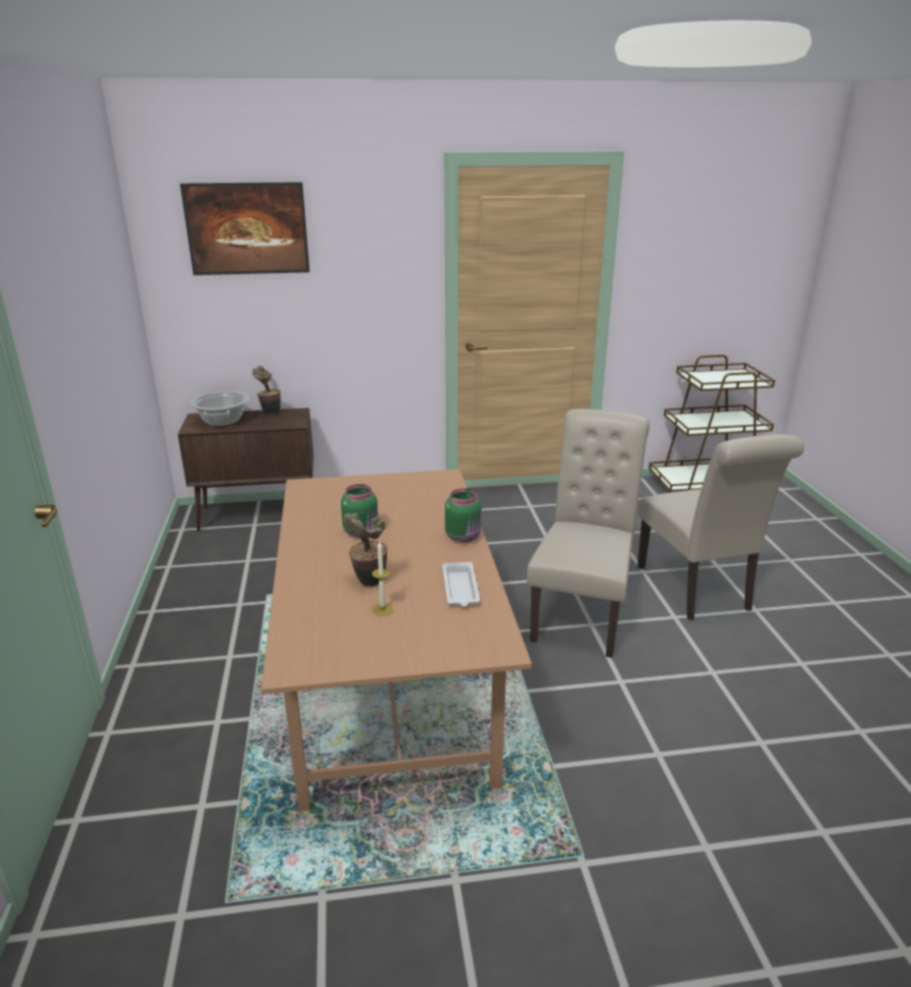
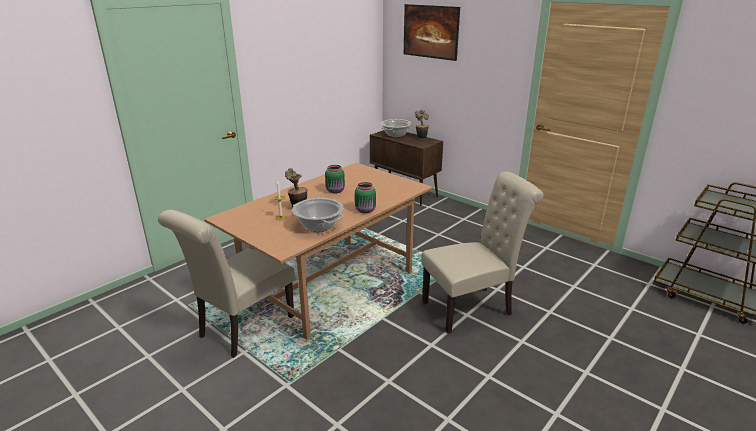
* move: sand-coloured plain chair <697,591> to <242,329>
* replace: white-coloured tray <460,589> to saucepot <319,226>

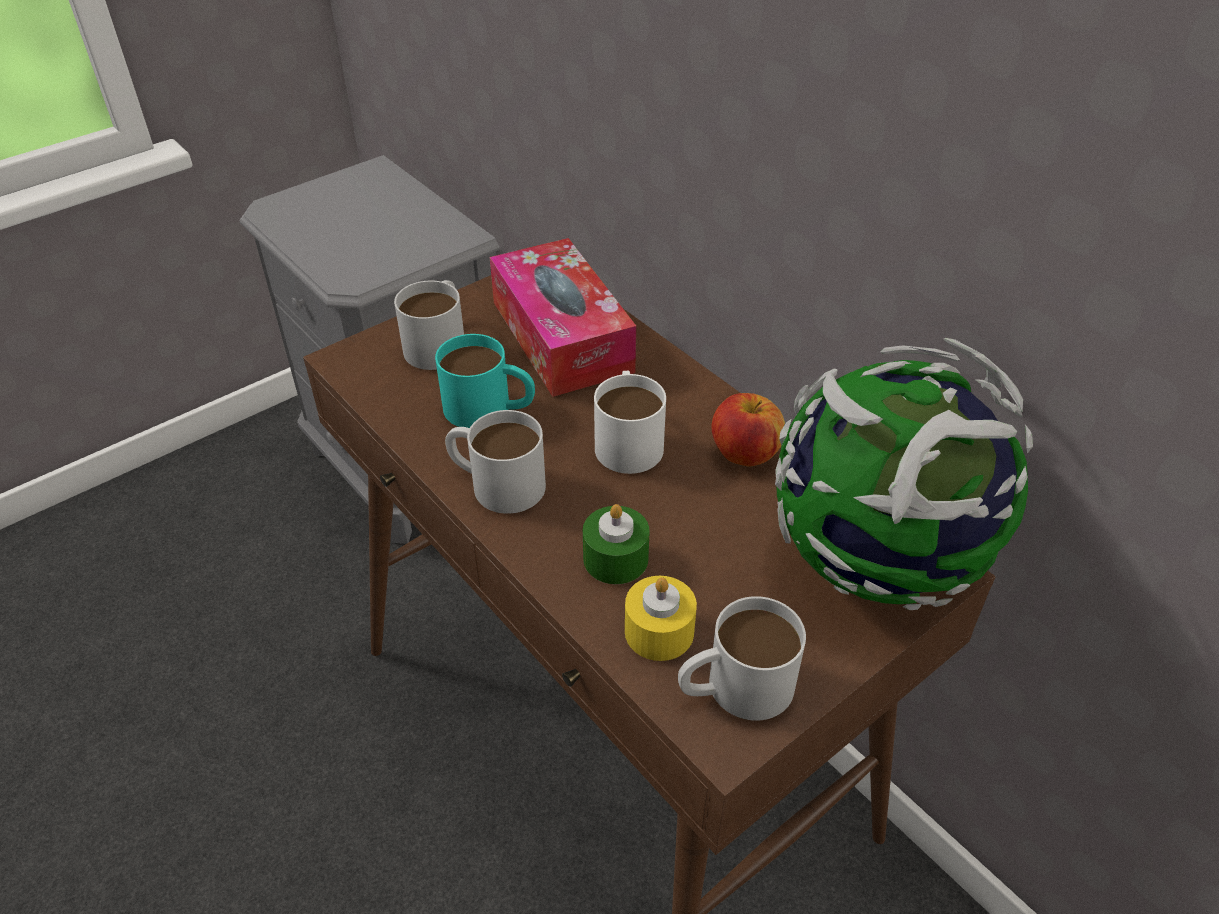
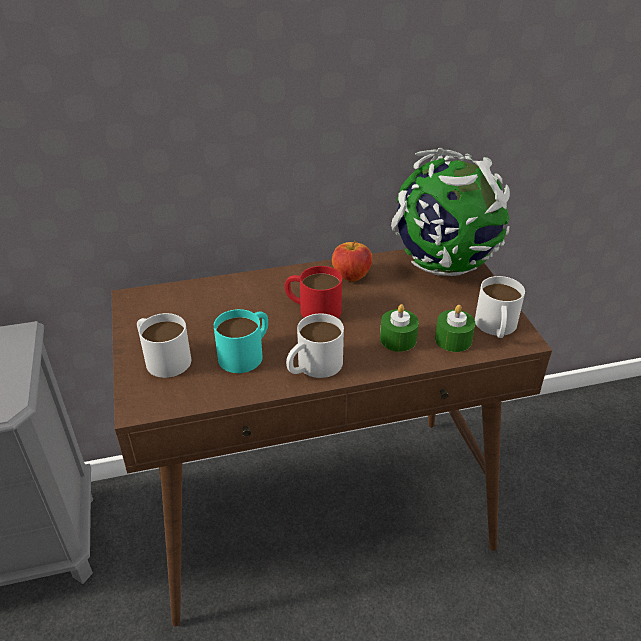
* delete: tissue holder <561,336>
* recolor: white-coloured tea mug <628,438> to red-coloured tea mug <312,309>
* recolor: yellow-coloured wax candle <659,631> to green-coloured wax candle <453,339>

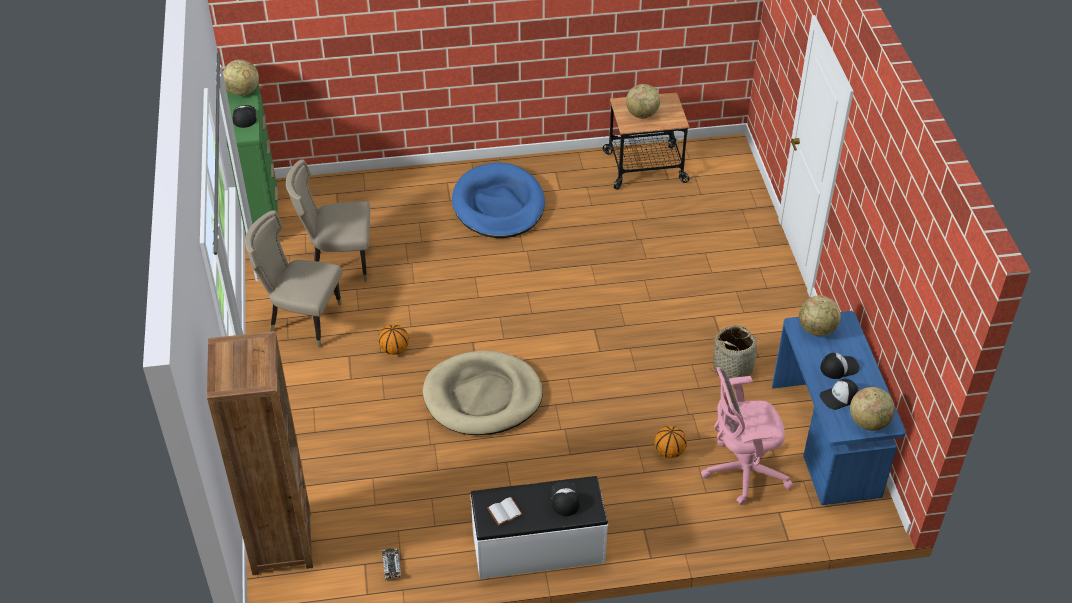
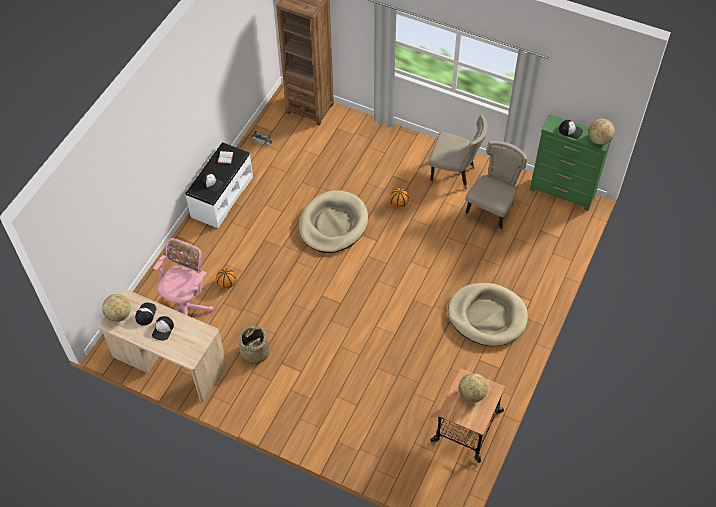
* recolor: blue pet bed <498,205> to sand-coloured pet bed <487,316>
* rotate: sand-coloured plain chair <302,319> = <454,174> 60 degrees clockwise
* delete: desk globe <816,330>
* recolor: blue desk <827,440> to sand-coloured desk <169,362>

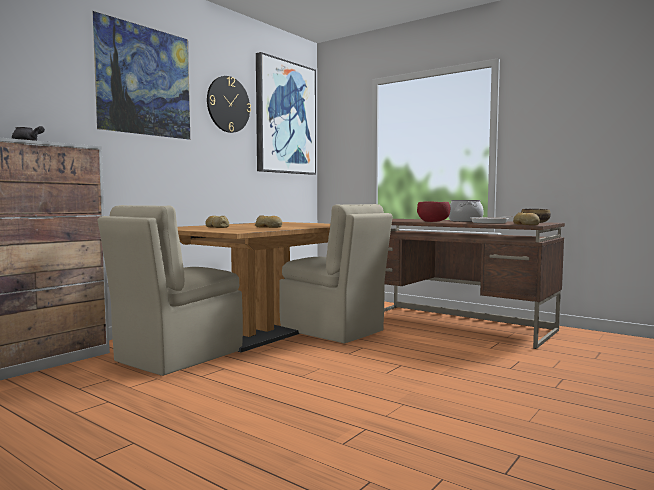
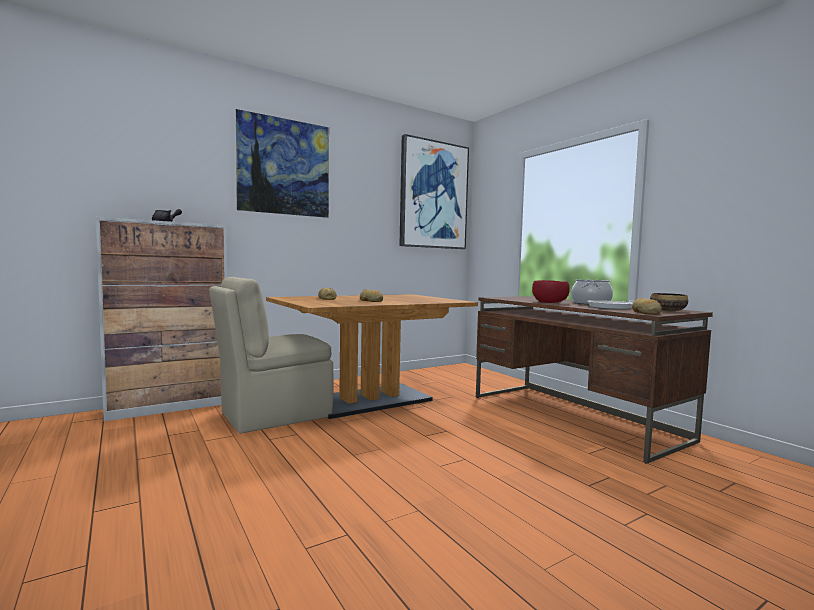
* delete: wall clock <228,104>
* delete: sand-coloured plain chair <333,331>

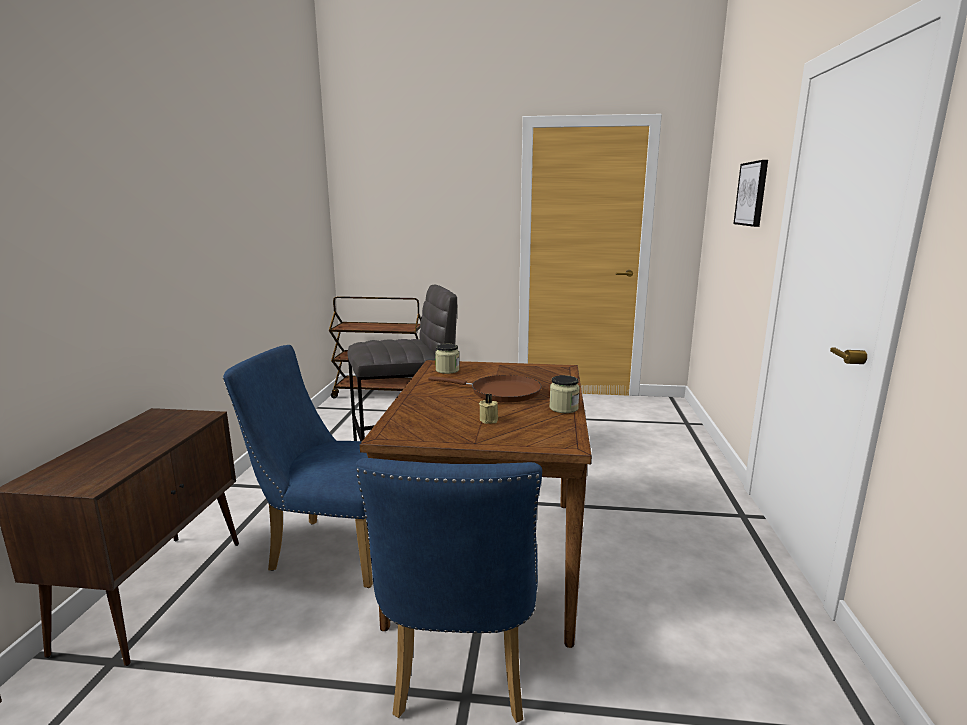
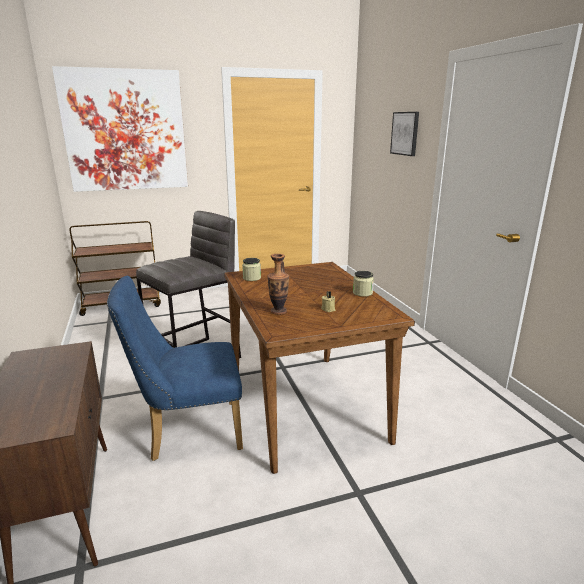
* delete: brown-coloured skillet <500,392>
* delete: blue plain chair <461,671>
* insert: wall art <125,131>
* insert: flower vase <278,311>

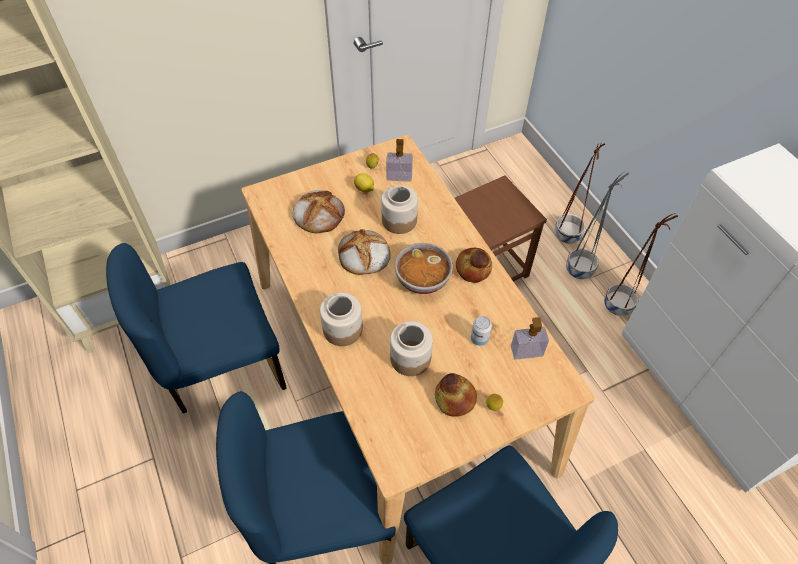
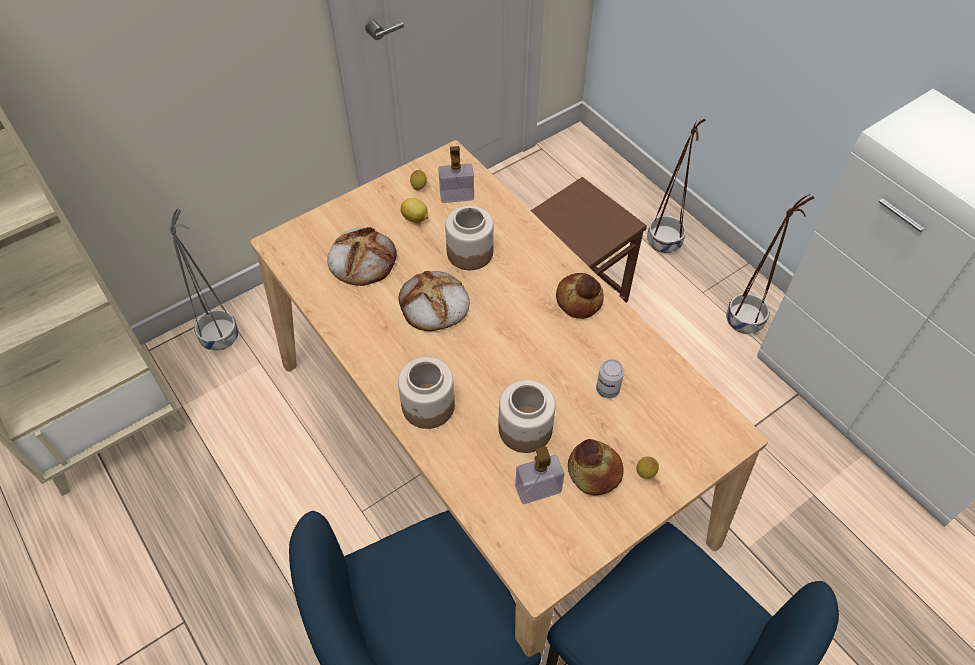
* move: grey plant pot <580,269> to <221,337>
* delete: blue plain chair <222,366>
* delete: deep dish <422,280>
* move: soap bottle <526,351> to <538,489>

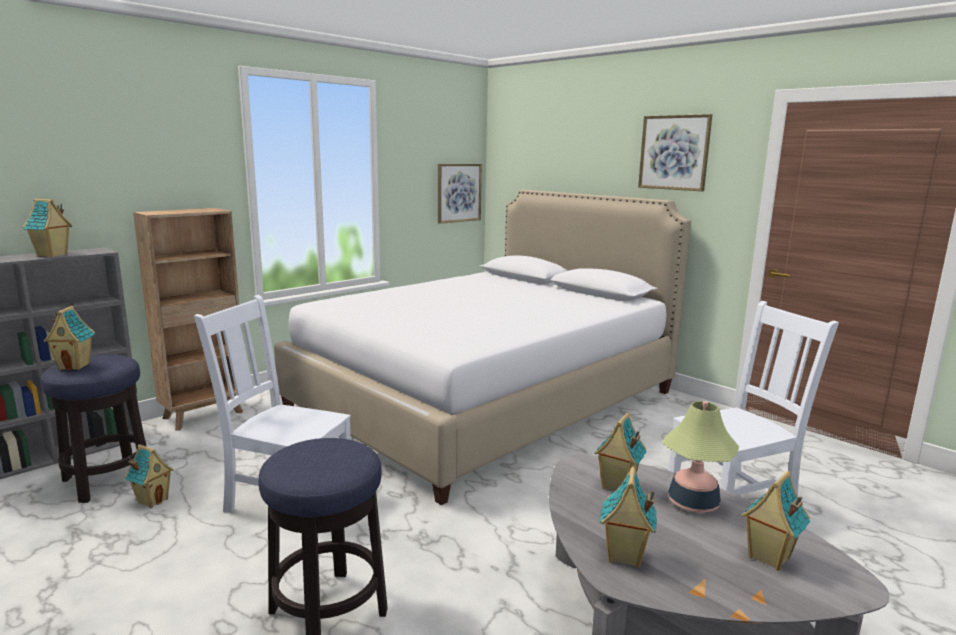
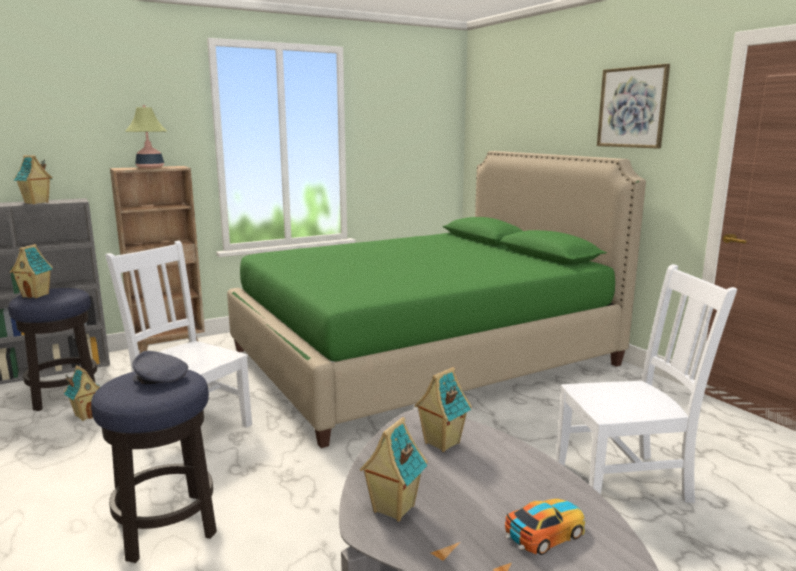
* delete: wall art <458,193>
* recolor: white-coloured bedroom bed <485,400> to green-coloured bedroom bed <422,357>
* move: tabletop lamp <693,503> to <150,167>
* replace: model house <768,558> to toy car <545,533>
* insert: grey peaked cap <159,379>

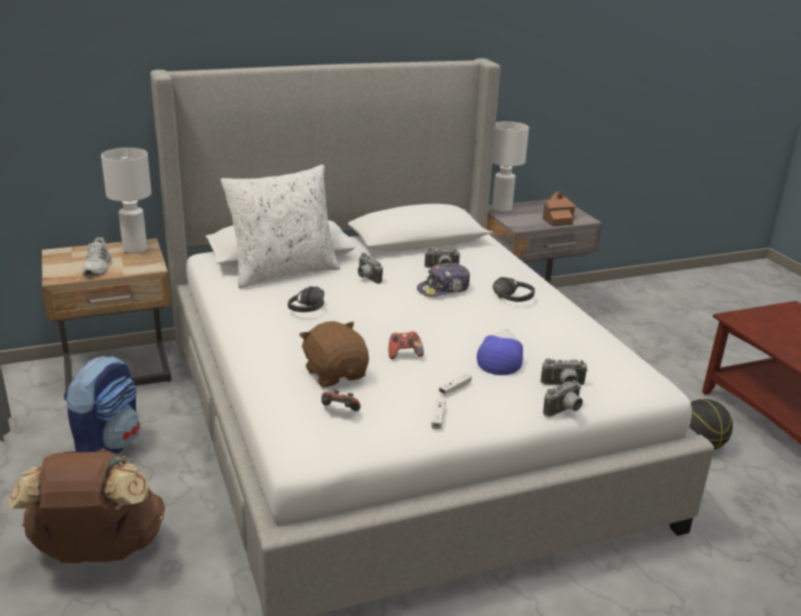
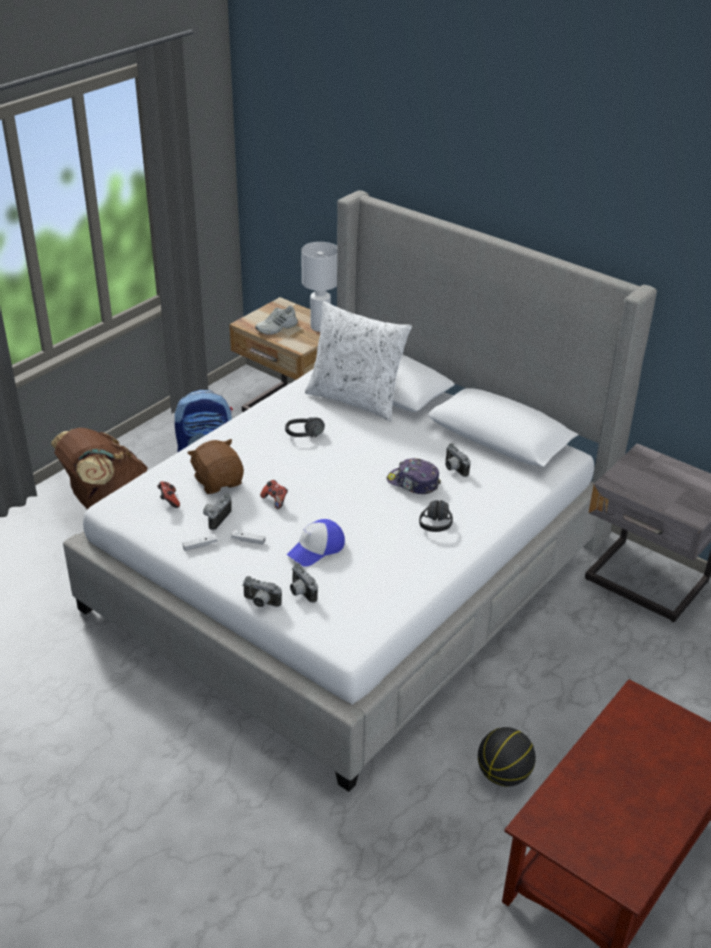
* delete: white-coloured tabletop lamp <501,209>
* delete: model house <557,218>
* move: photo camera <366,278> to <216,518>
* rotate: brown-coloured cuddly toy <336,374> = <218,481> 60 degrees counterclockwise
* rotate: peaked cap <501,358> = <316,549> 150 degrees clockwise

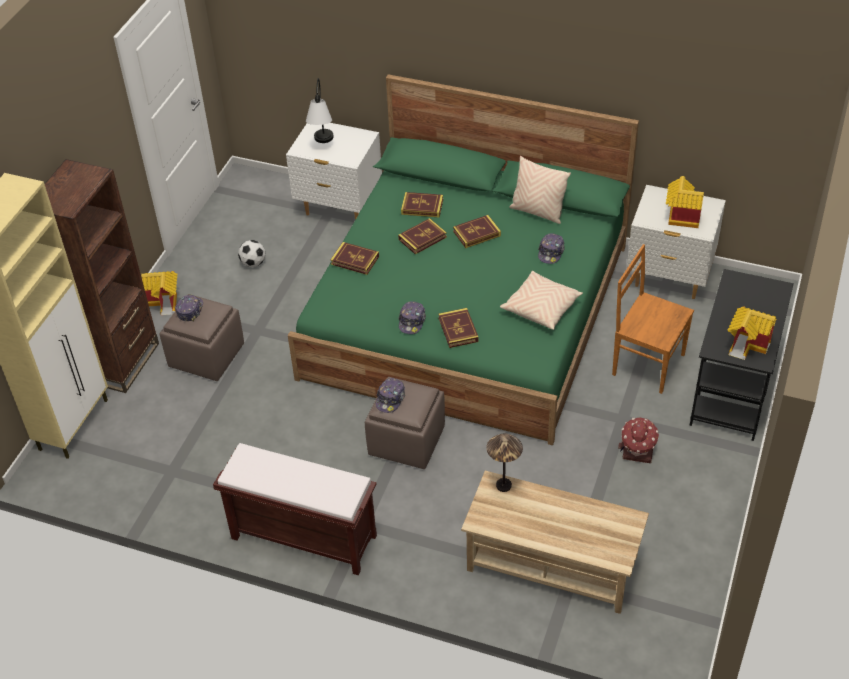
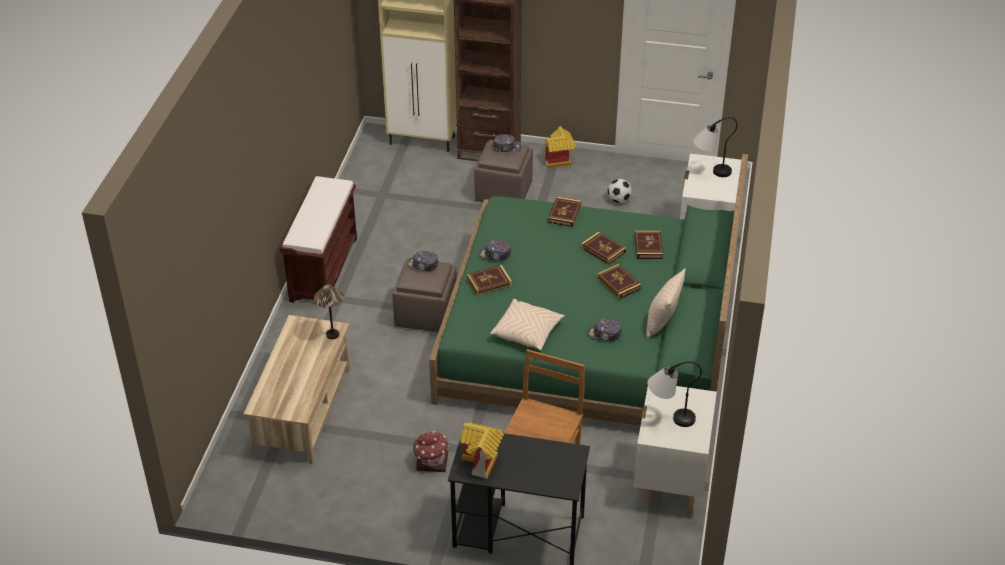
* replace: model house <679,218> to tabletop lamp <668,417>

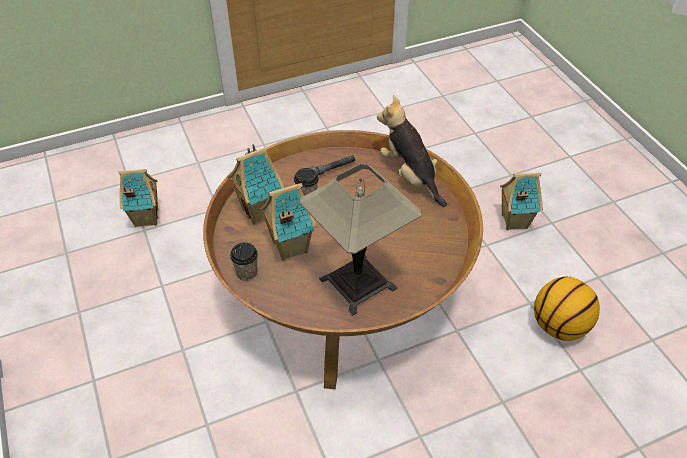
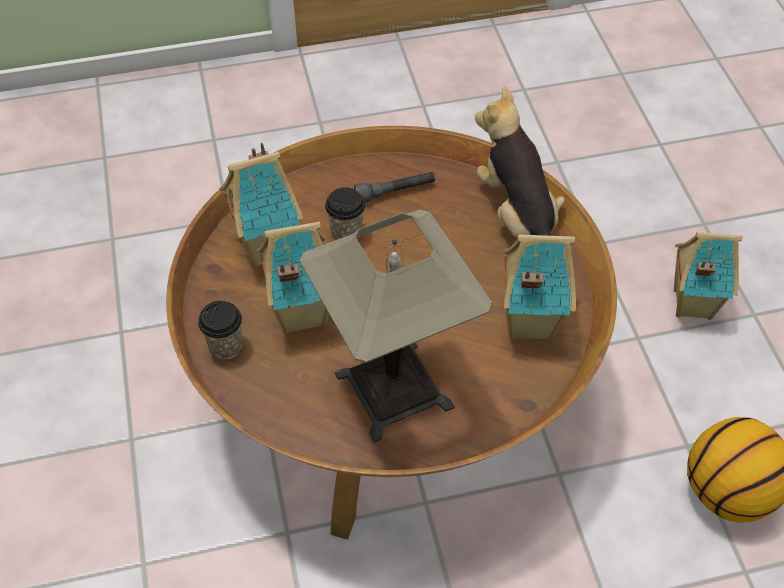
* move: model house <145,218> to <528,321>

